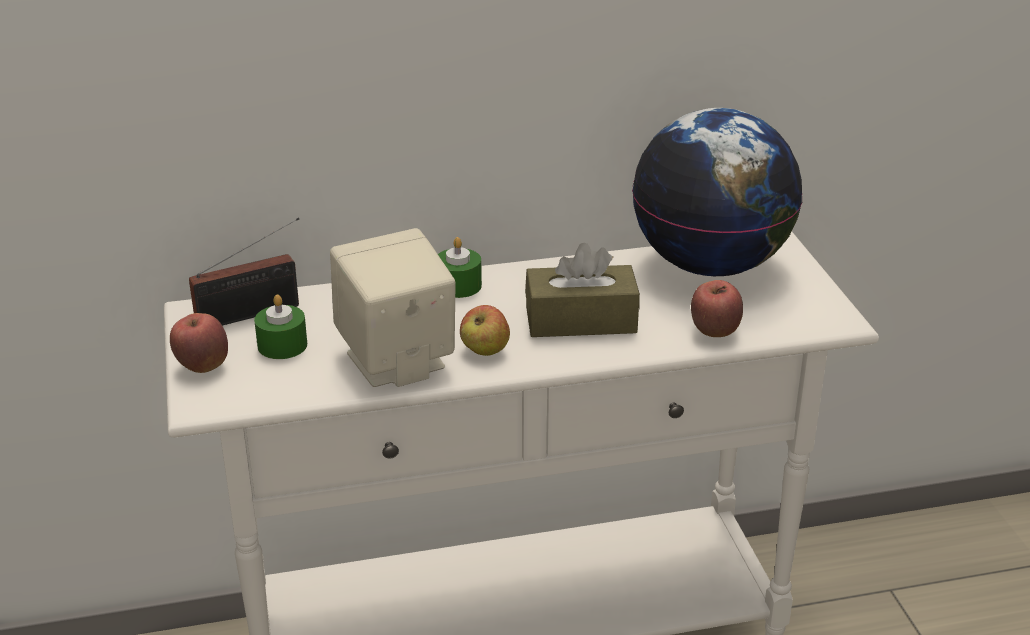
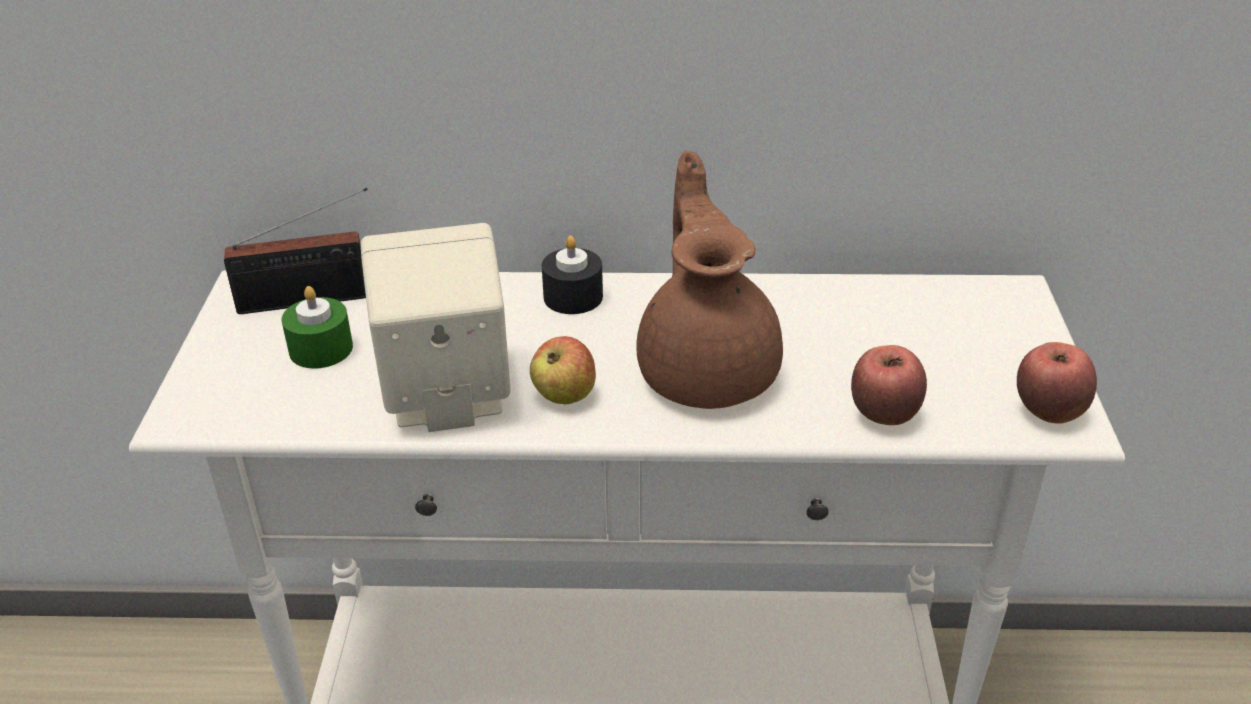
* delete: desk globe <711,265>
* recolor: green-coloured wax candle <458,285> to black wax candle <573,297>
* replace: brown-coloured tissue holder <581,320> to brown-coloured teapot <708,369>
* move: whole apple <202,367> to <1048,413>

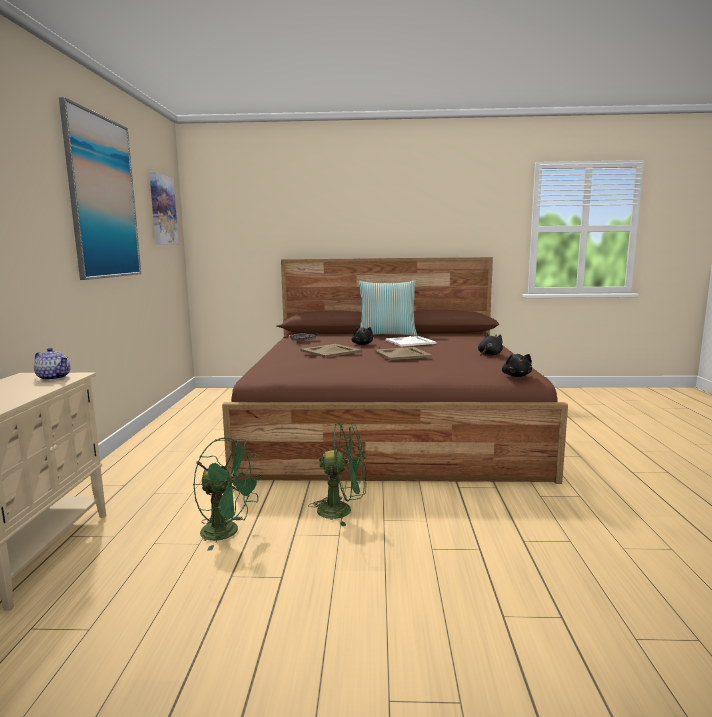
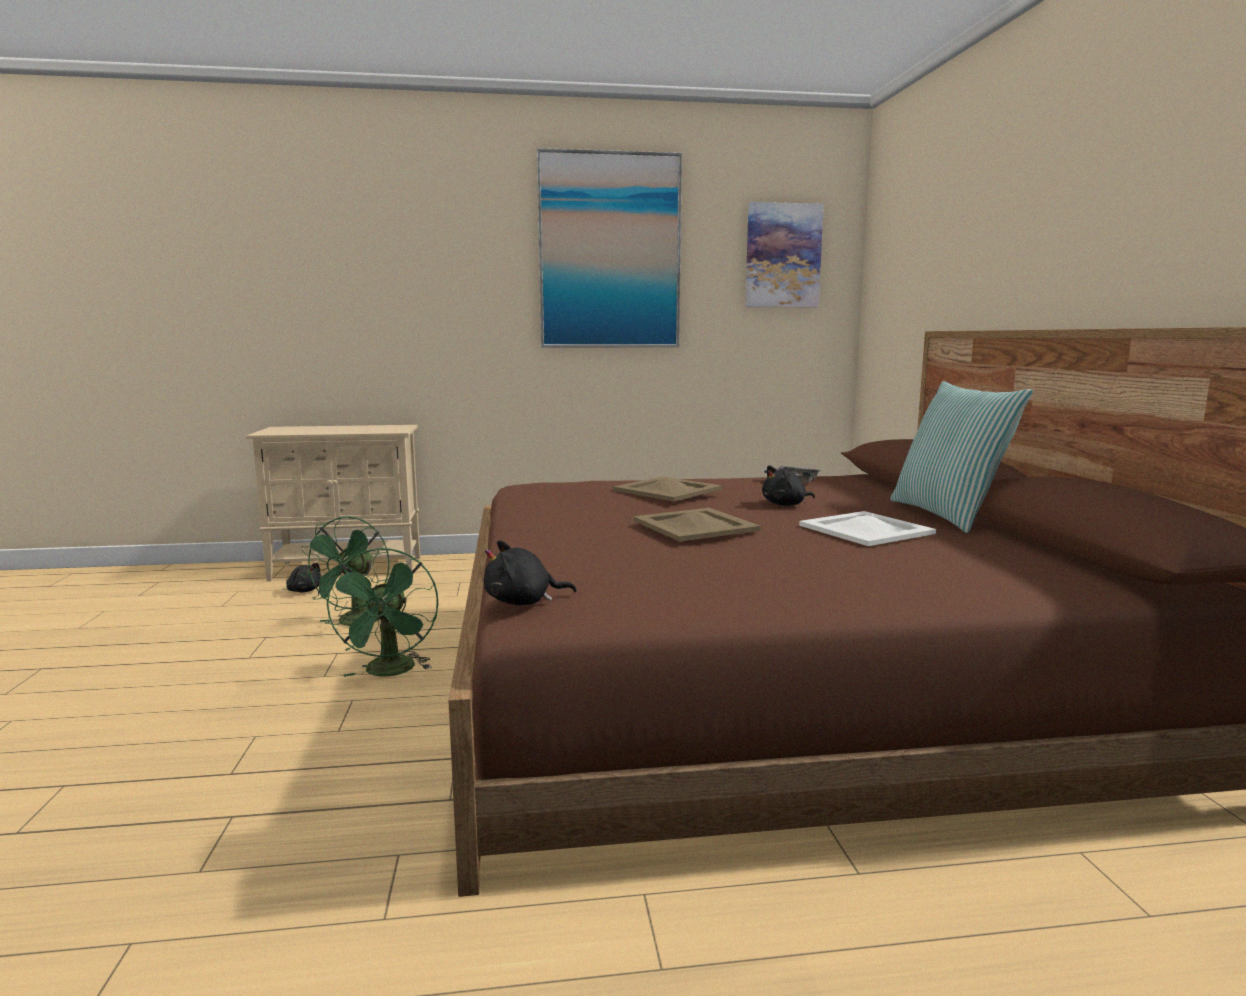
* move: black cuddly toy <489,355> to <304,590>
* delete: teapot <53,377>

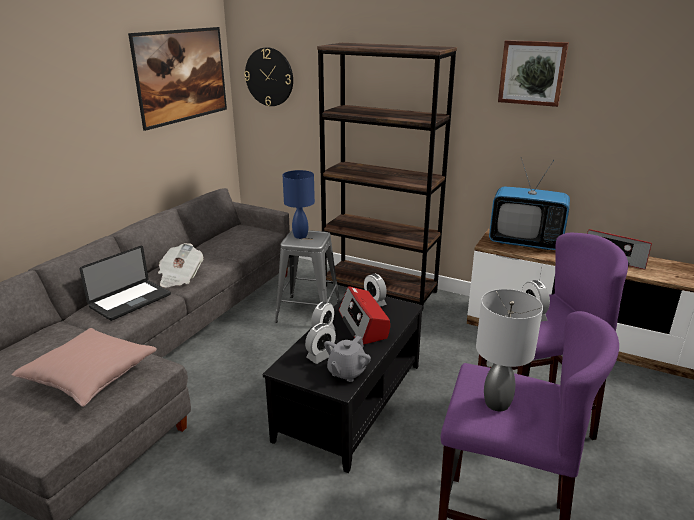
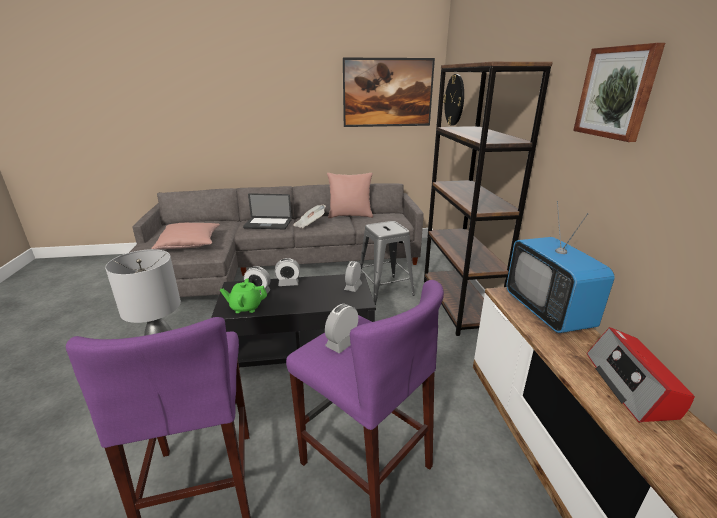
* delete: blue tabletop lamp <301,236>
* delete: radio set <363,325>
* recolor: grey teapot <346,372> to green-coloured teapot <246,307>
* insert: pink pillow <350,216>

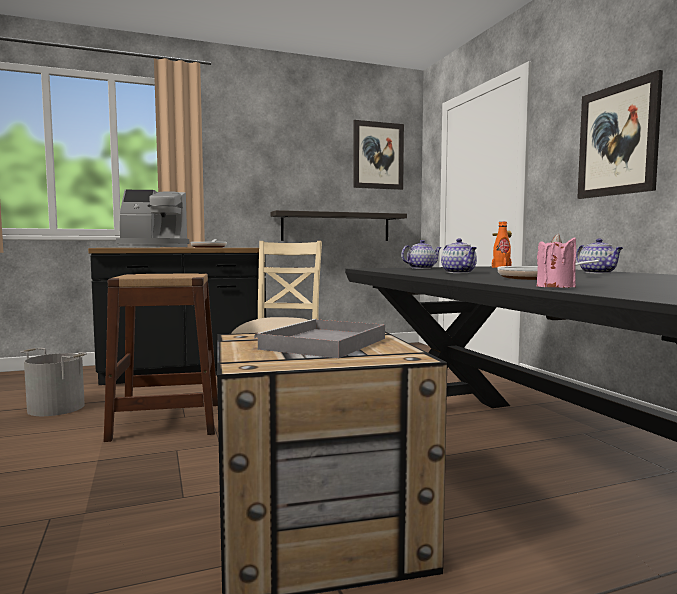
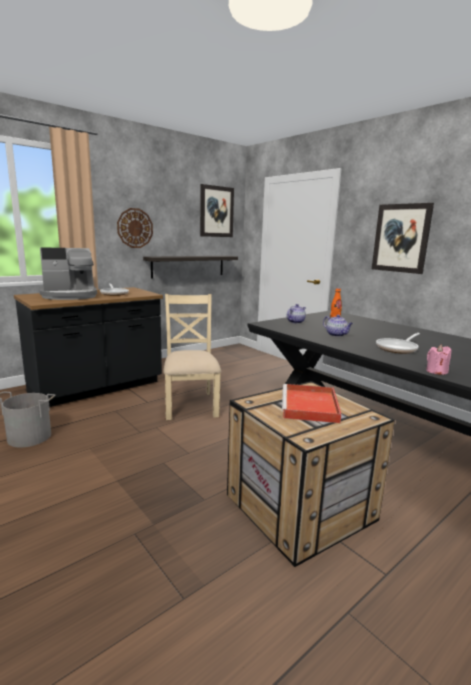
* delete: teapot <598,273>
* delete: brown-coloured stool <167,421>
* recolor: grey tray <323,344> to red-coloured tray <310,406>
* insert: wall clock <135,228>

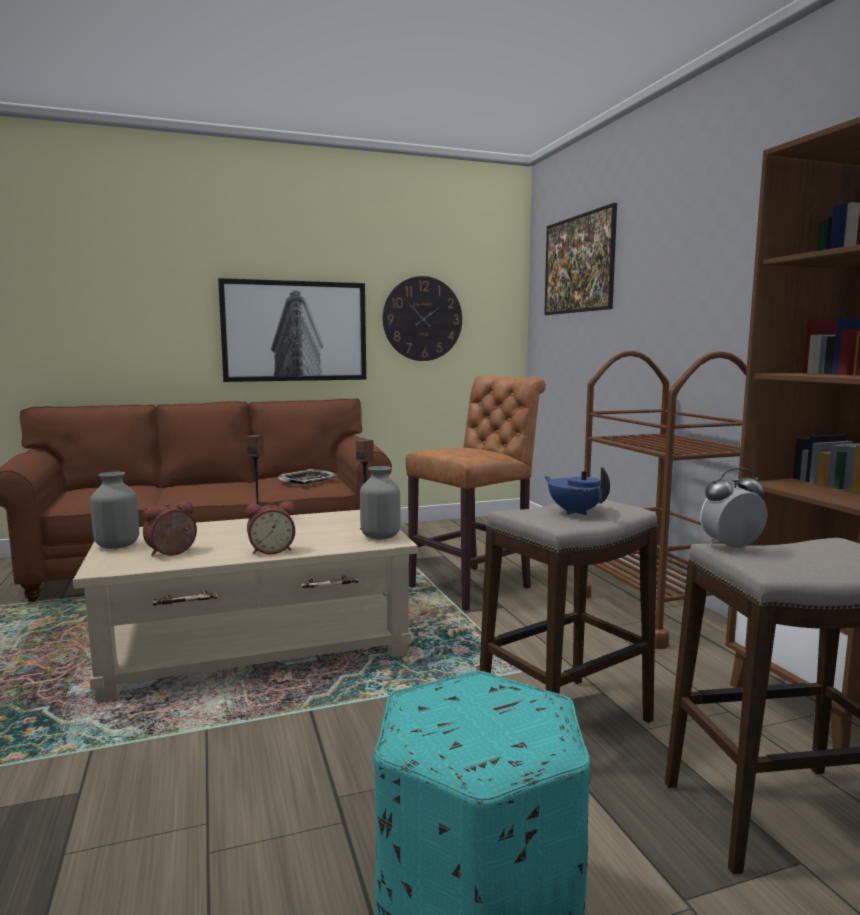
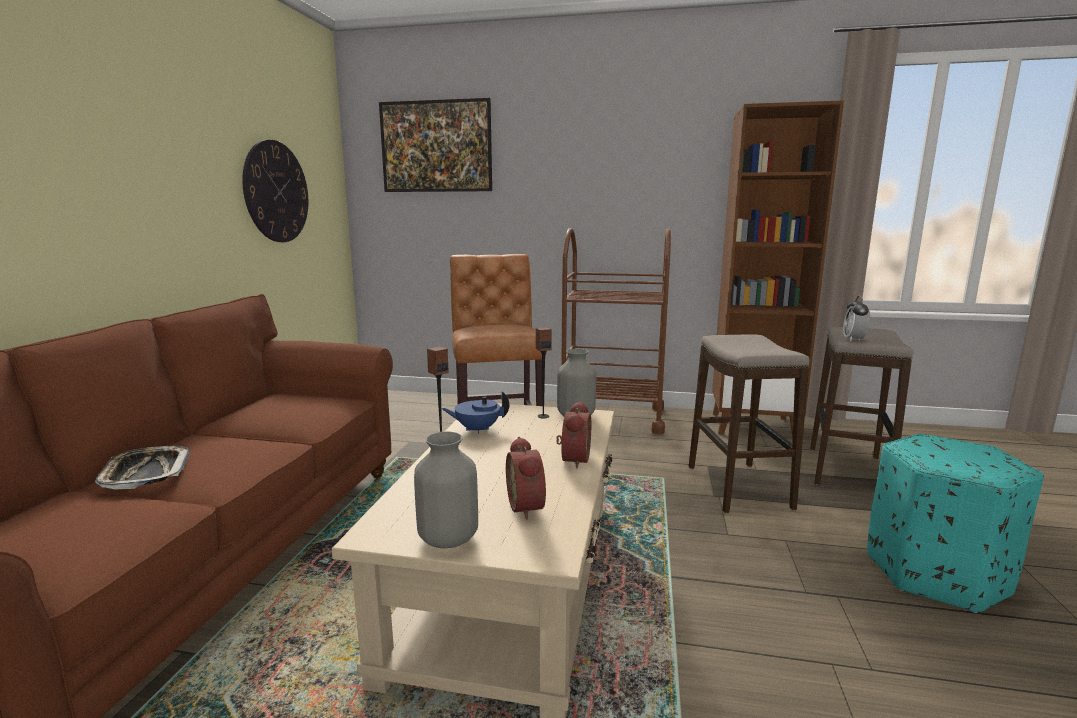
* delete: wall art <295,331>
* move: blue teapot <575,512> to <477,429>
* move: tray <307,481> to <146,473>

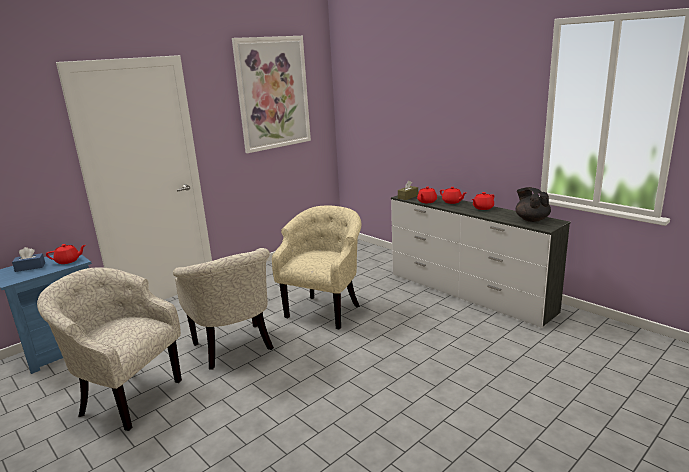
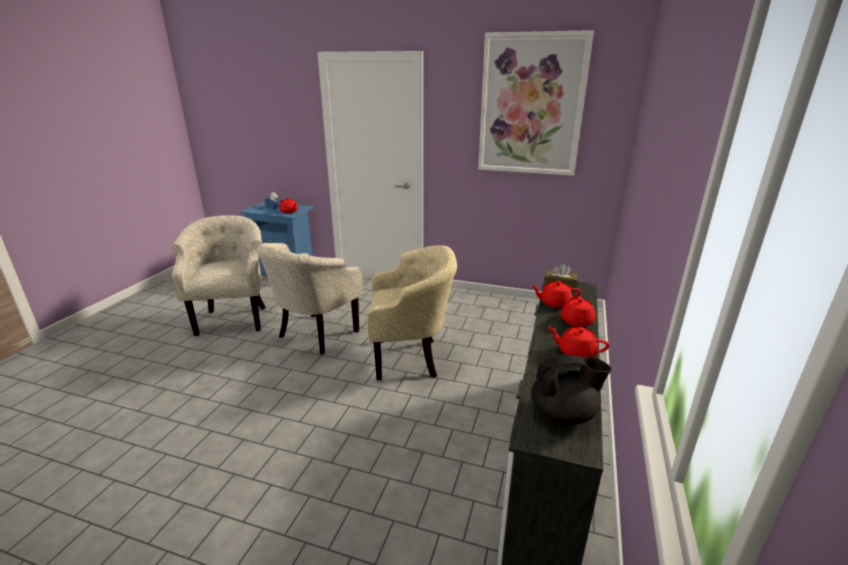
* rotate: black teapot <531,219> = <564,414> 45 degrees clockwise

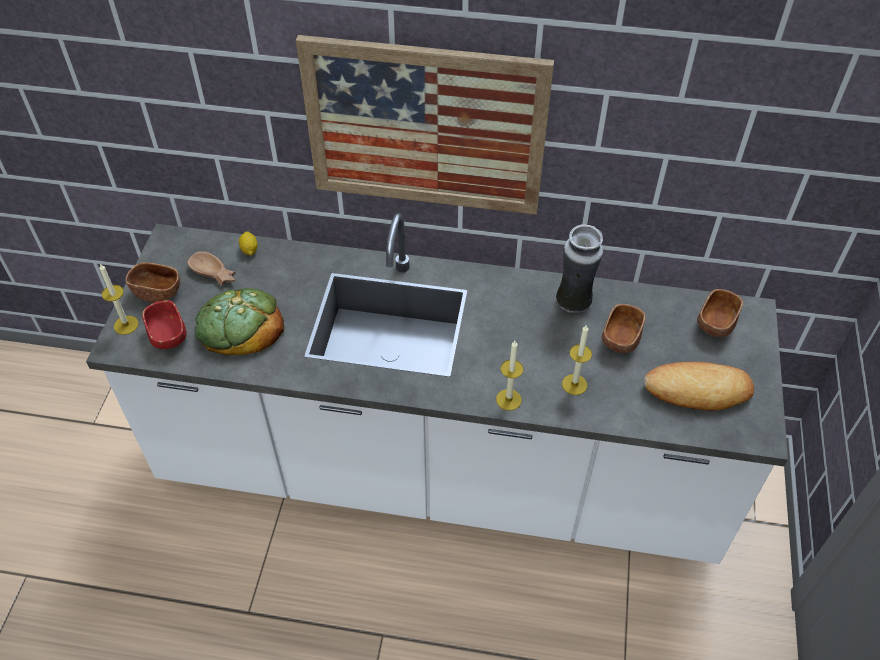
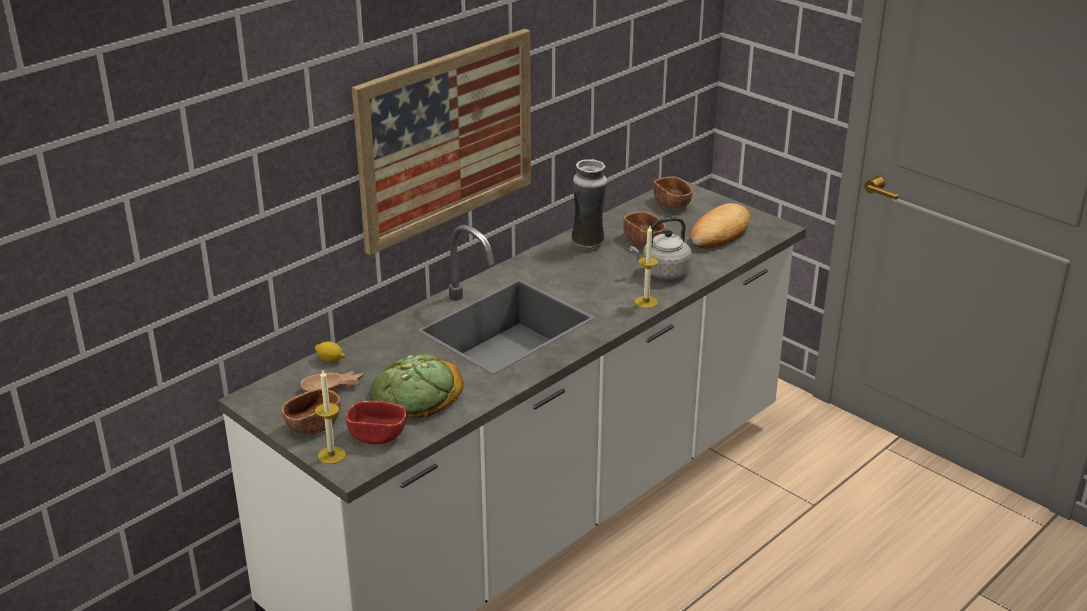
* replace: wax candle <574,384> to grey tea kettle <663,272>

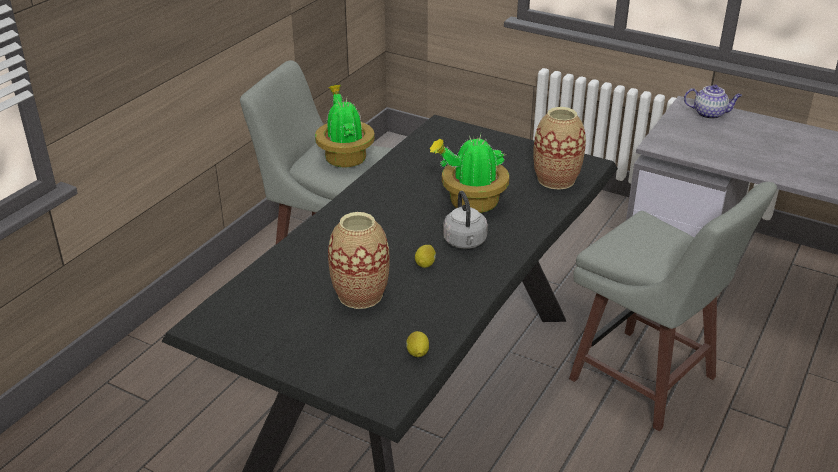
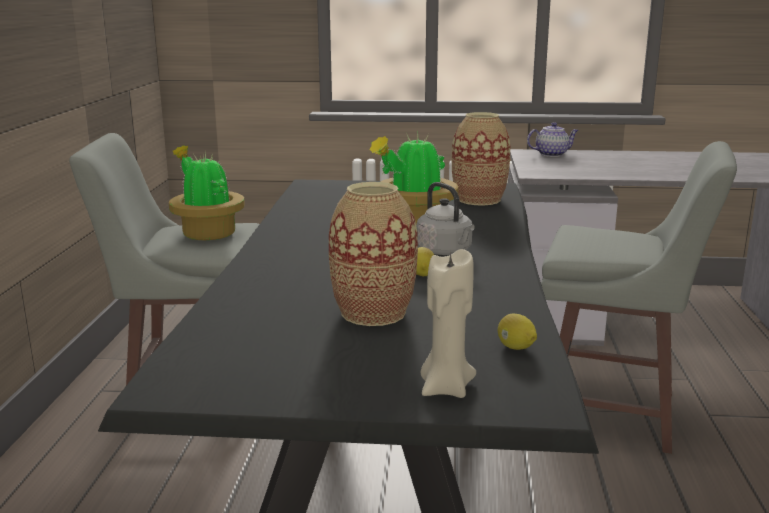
* insert: sand-coloured wax candle <445,388>

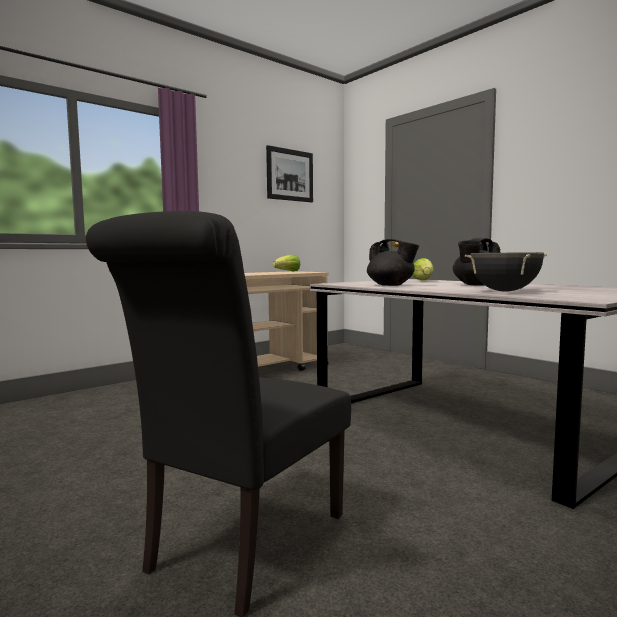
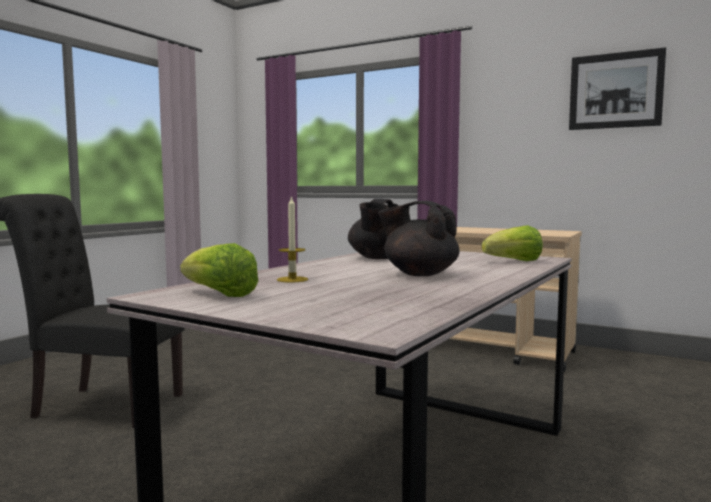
* replace: black saucepot <504,291> to wax candle <292,279>
* move: head of lettuce <288,271> to <219,295>

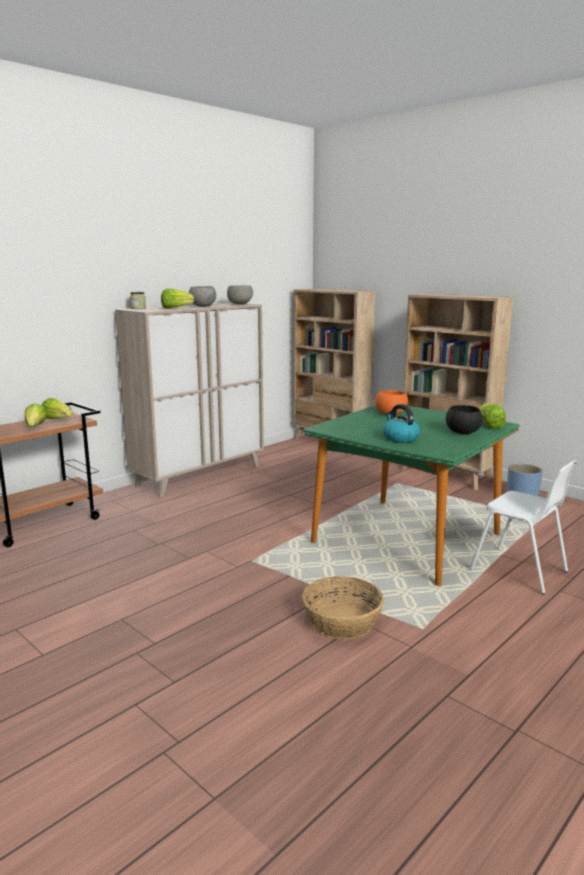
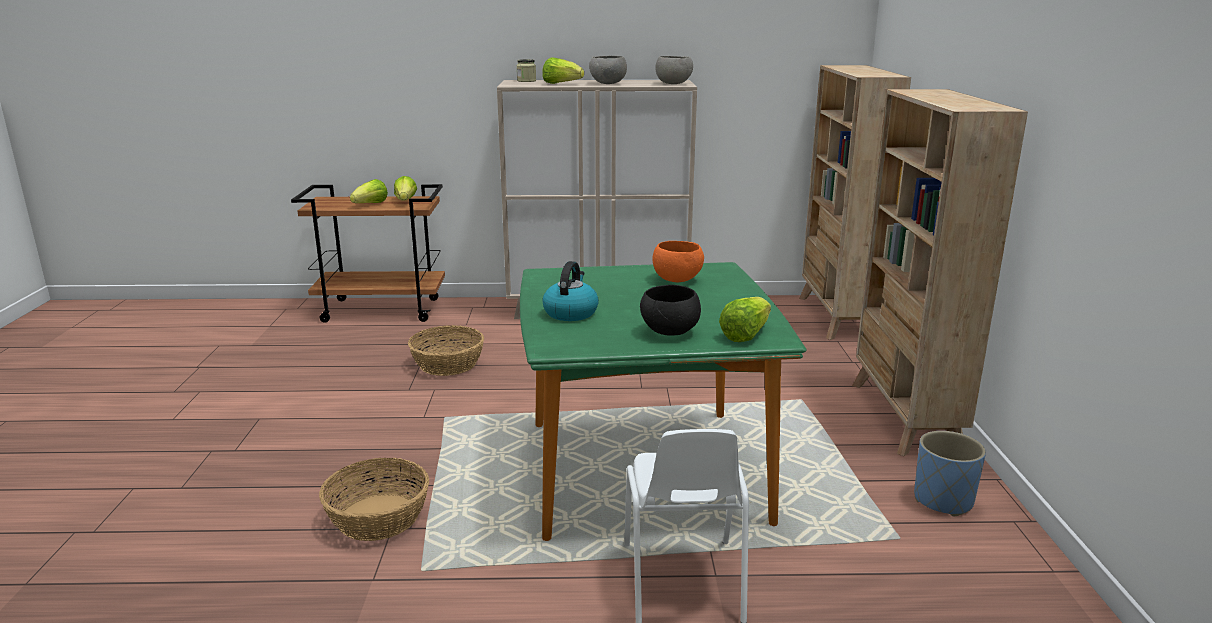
* insert: household basket <448,364>

